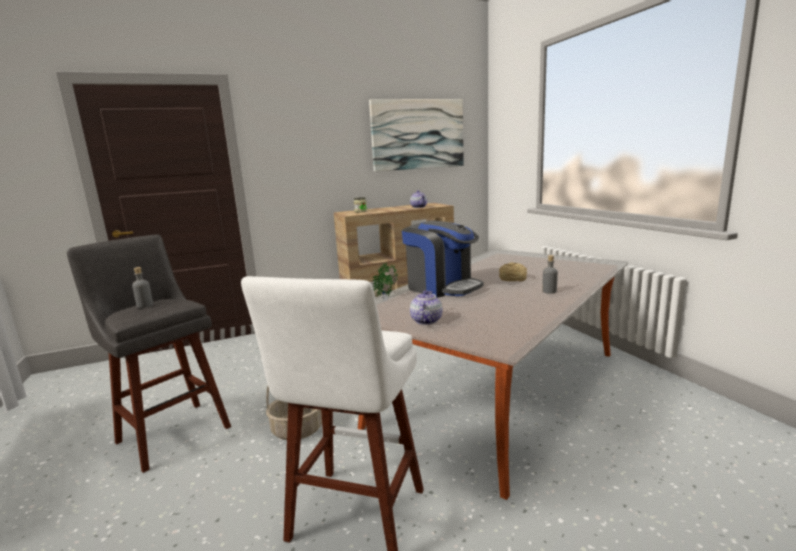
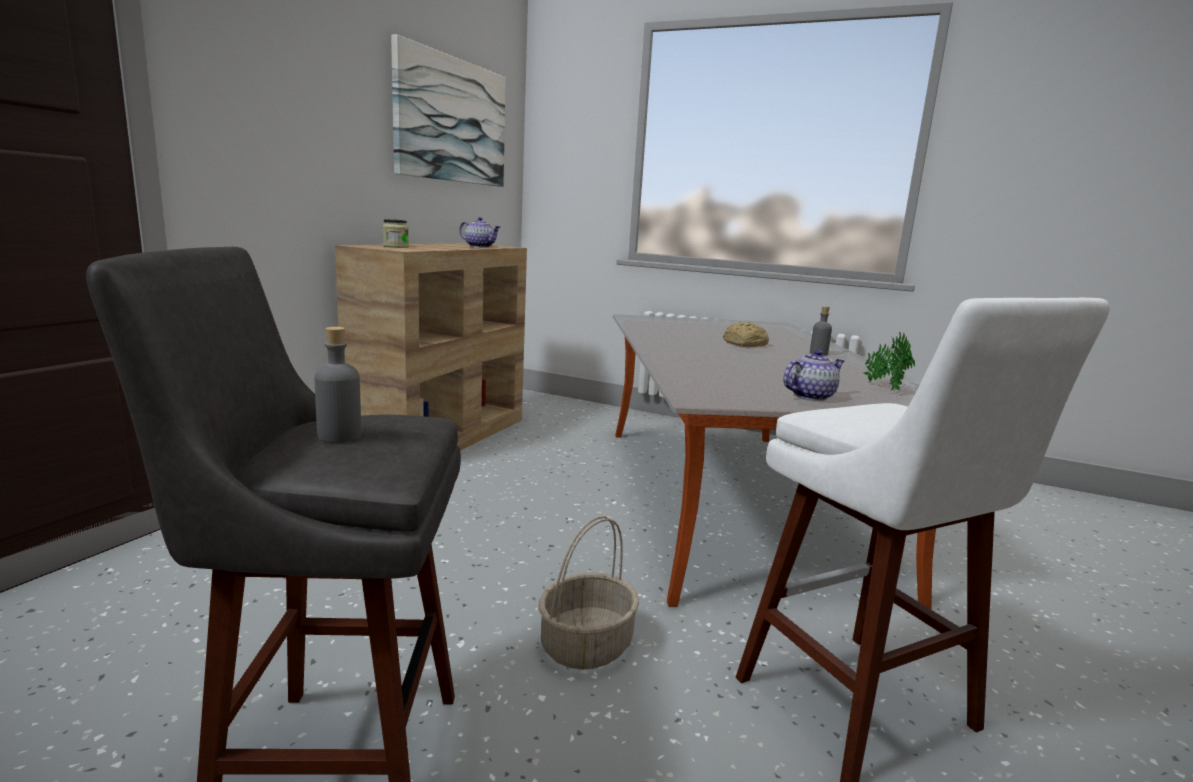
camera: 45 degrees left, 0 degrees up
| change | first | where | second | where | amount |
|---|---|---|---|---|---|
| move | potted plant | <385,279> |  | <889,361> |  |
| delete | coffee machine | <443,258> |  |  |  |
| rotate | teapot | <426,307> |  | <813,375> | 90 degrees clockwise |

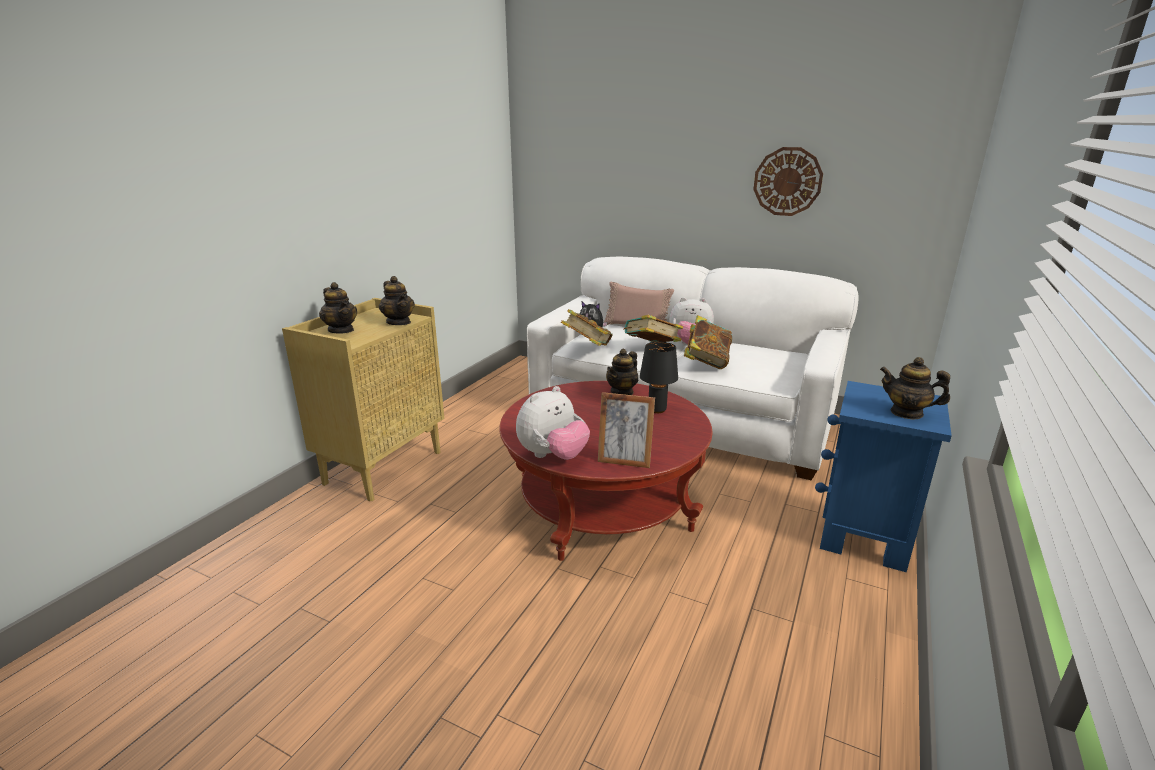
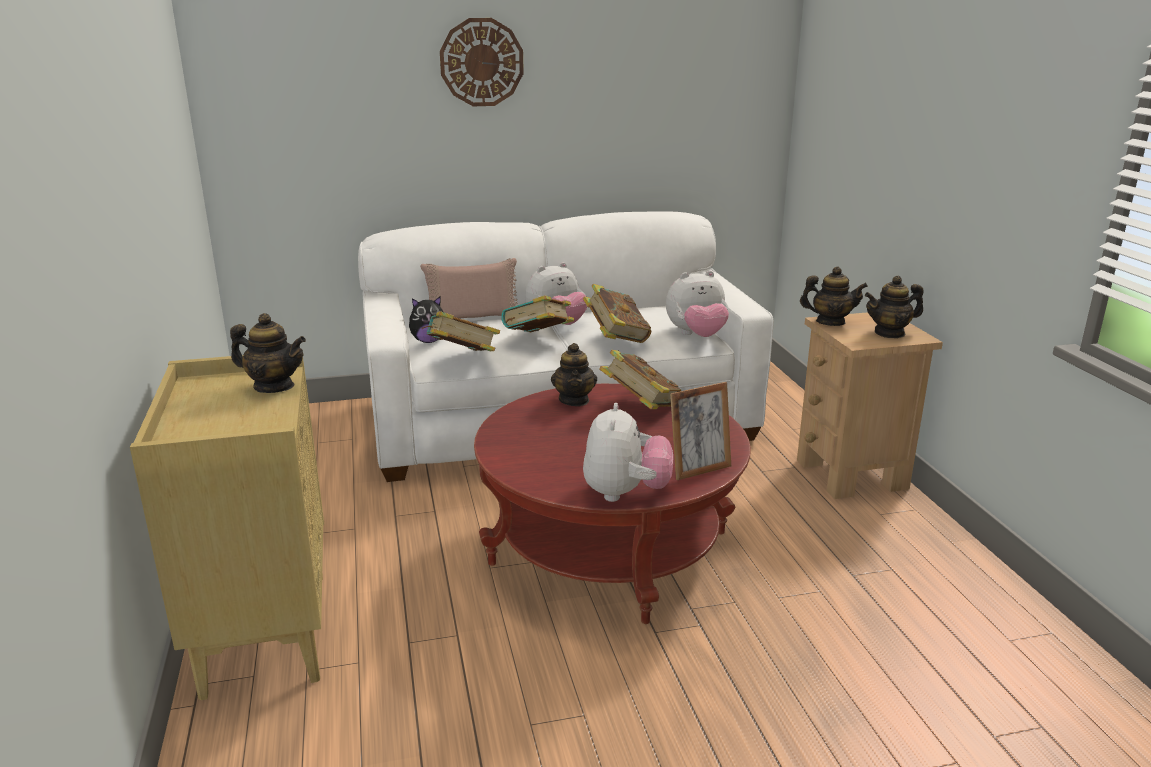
camera: 40 degrees left, 0 degrees up
| change | first | where | second | where | amount |
|---|---|---|---|---|---|
| move | teapot | <338,307> |  | <834,296> |  |
| replace | table lamp (black) | <659,377> | book | <640,379> |  |
| move | wall clock | <788,181> |  | <482,62> |  |
| recolor | nightstand (blue) | <883,476> | nightstand (beige) | <870,405> |  |
| insert |  |  | plush toy | <697,304> |  |

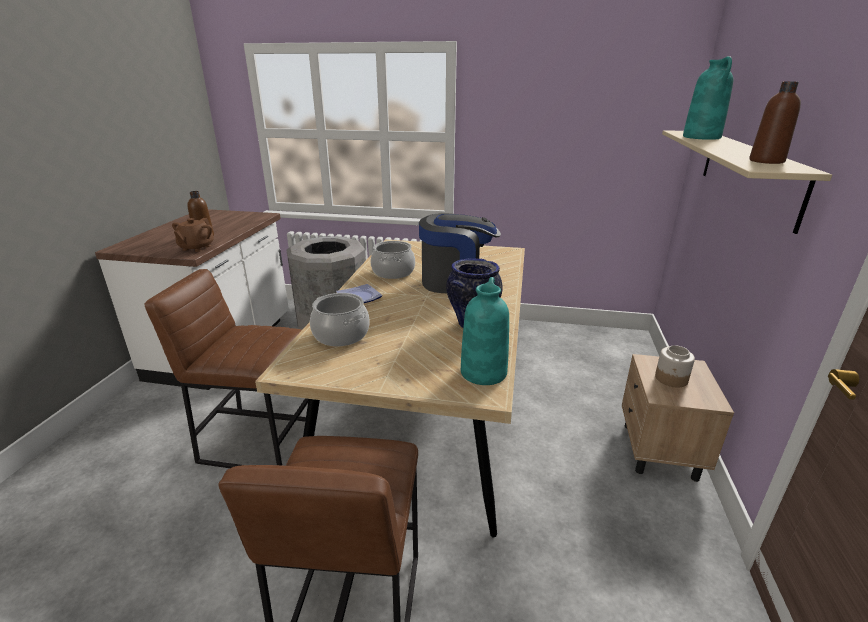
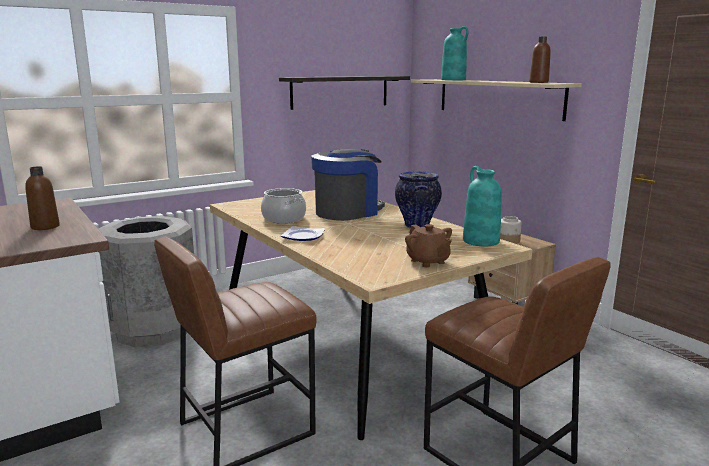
camera: 45 degrees left, 10 degrees down
| change | first | where | second | where | amount |
|---|---|---|---|---|---|
| move | teapot (brown) | <193,235> |  | <428,245> |  |
| delete | cooking pot | <340,319> |  |  |  |
| insert |  |  | shelf | <344,93> |  |

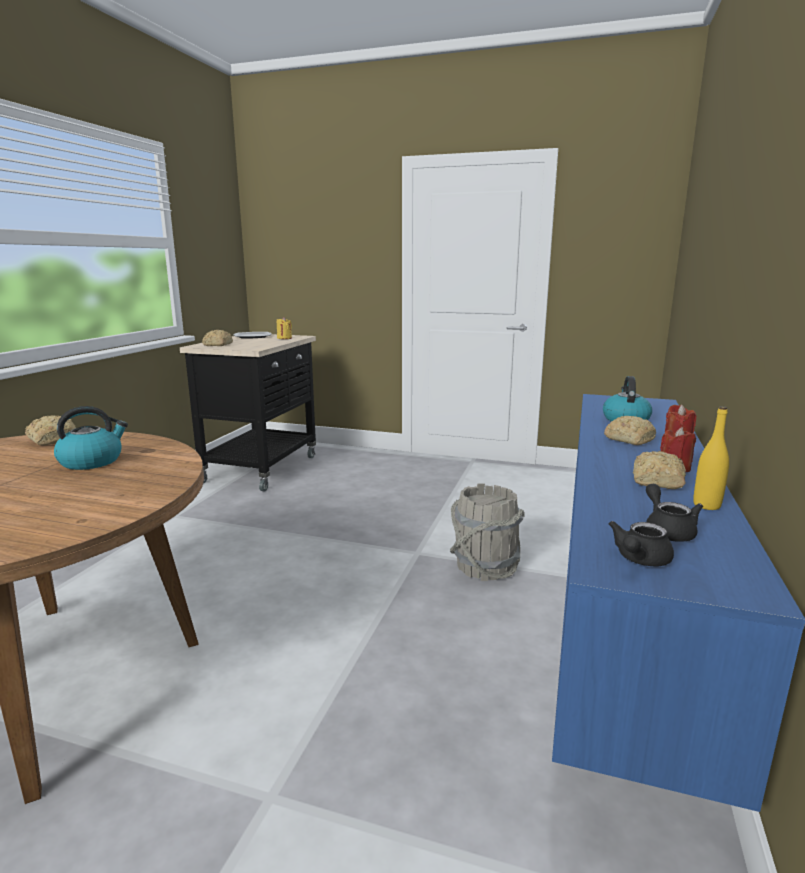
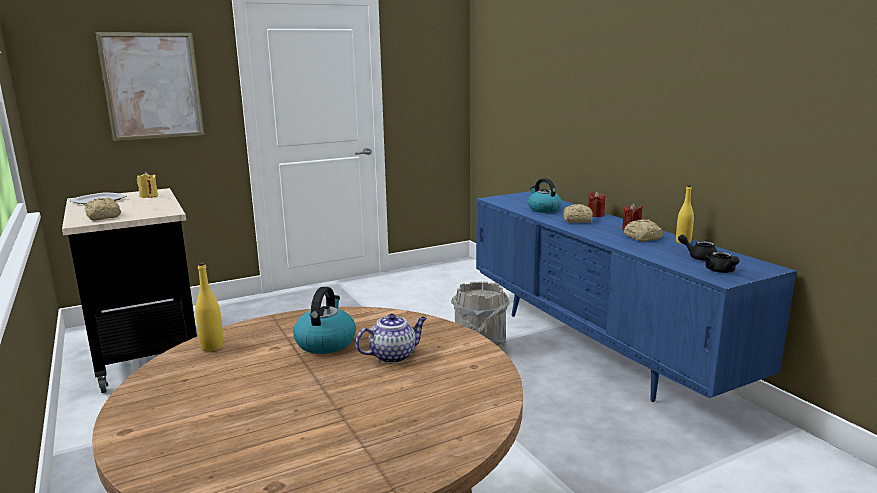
camera: 45 degrees left, 0 degrees up
| change | first | where | second | where | amount |
|---|---|---|---|---|---|
| replace | bread | <50,430> | bottle (yellow) | <209,306> |  |
| insert |  |  | picture | <150,86> |  |
| insert |  |  | teapot | <391,338> |  |

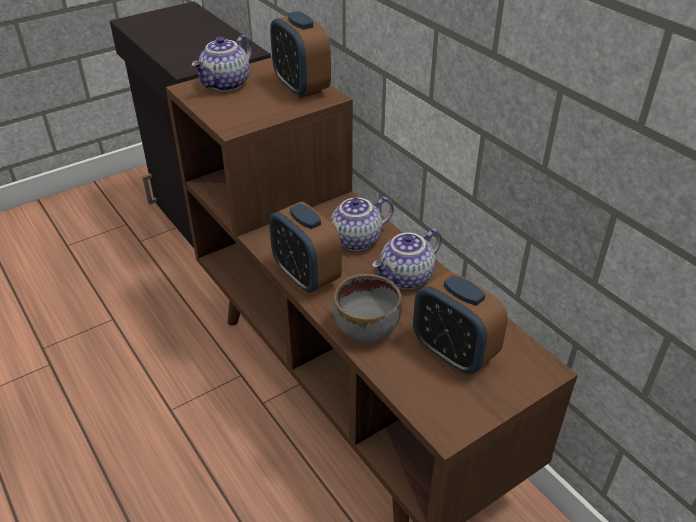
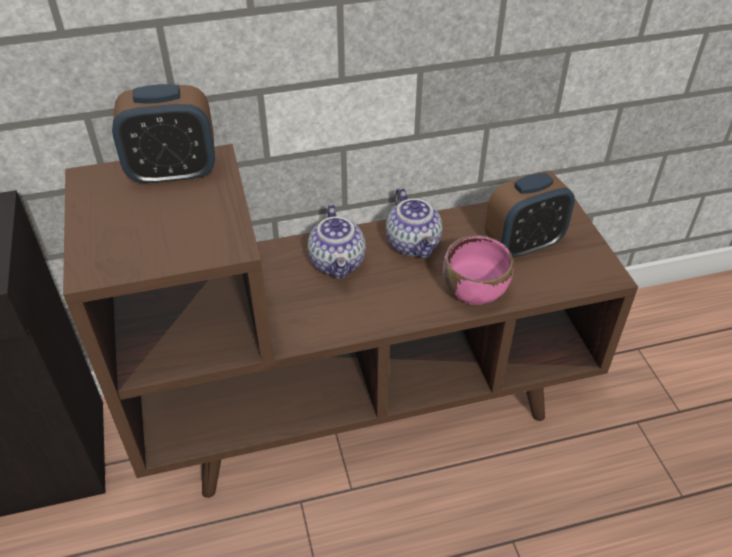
camera: 70 degrees left, 5 degrees up
| change | first | where | second | where | amount |
|---|---|---|---|---|---|
| delete | teapot | <222,63> |  |  |  |
| delete | alarm clock | <305,247> |  |  |  |
| recolor | bowl (grey) | <367,308> | bowl (pink) | <478,270> |  |

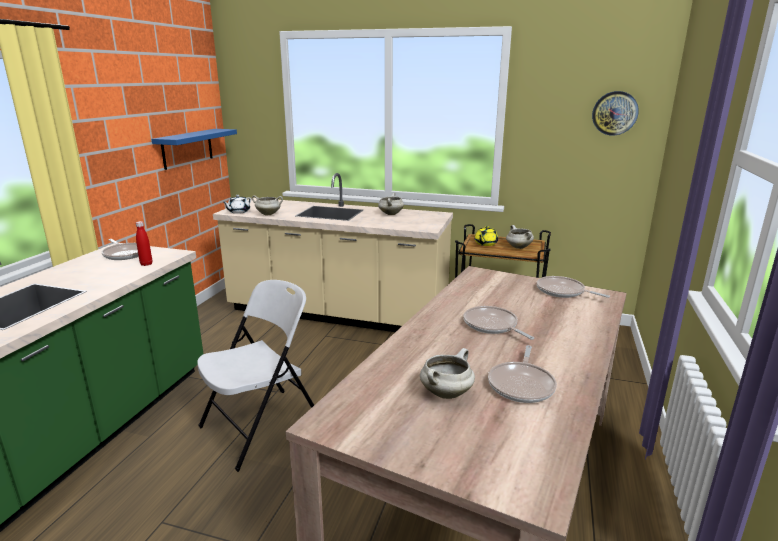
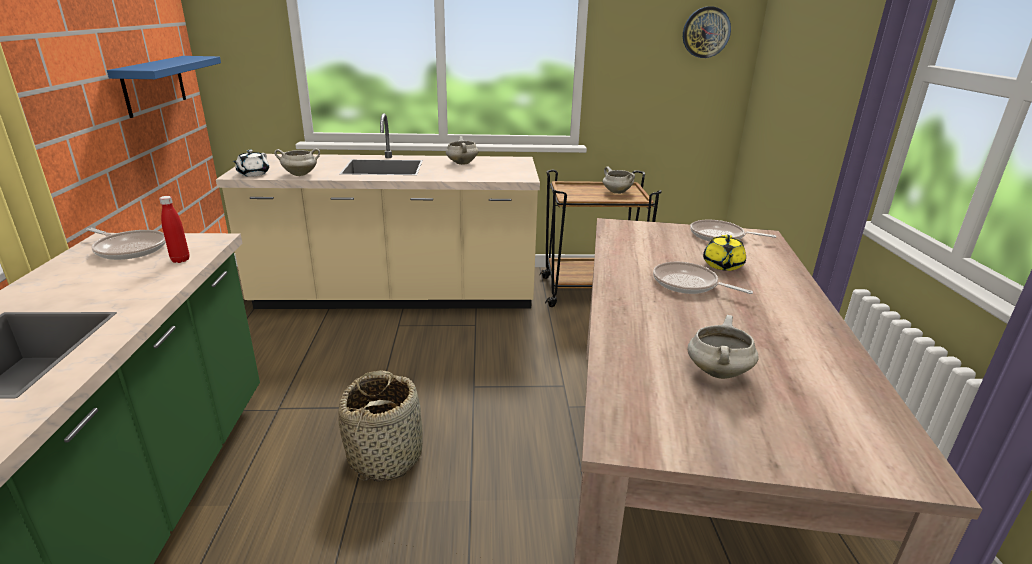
camera: 20 degrees left, 5 degrees up
| change | first | where | second | where | amount |
|---|---|---|---|---|---|
| replace | chair (white) | <255,376> | basket | <380,426> |  |
| move | teapot (yellow) | <486,236> |  | <724,253> |  |
| delete | frying pan | <522,374> |  |  |  |

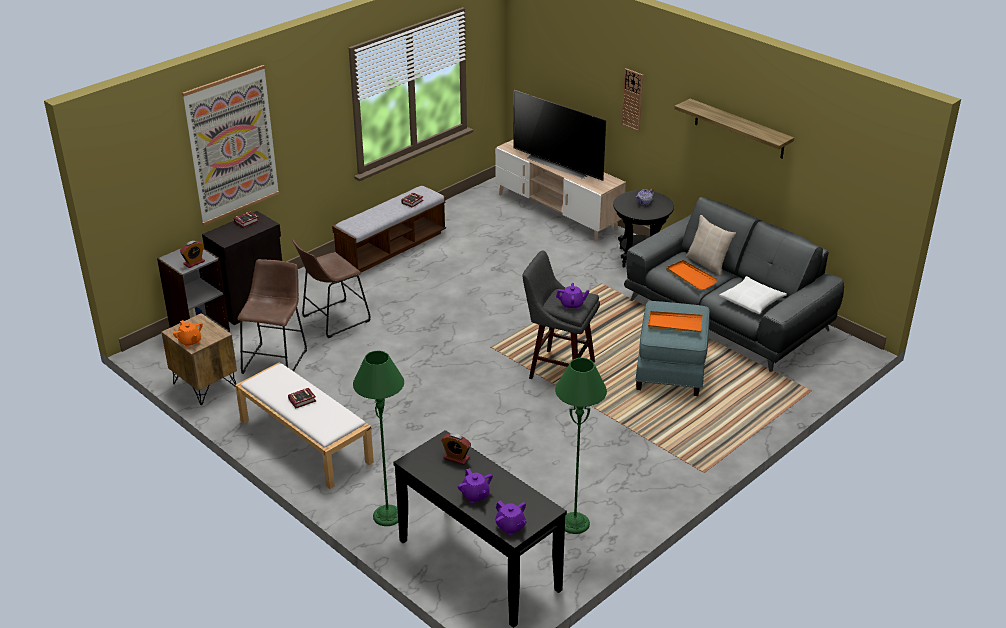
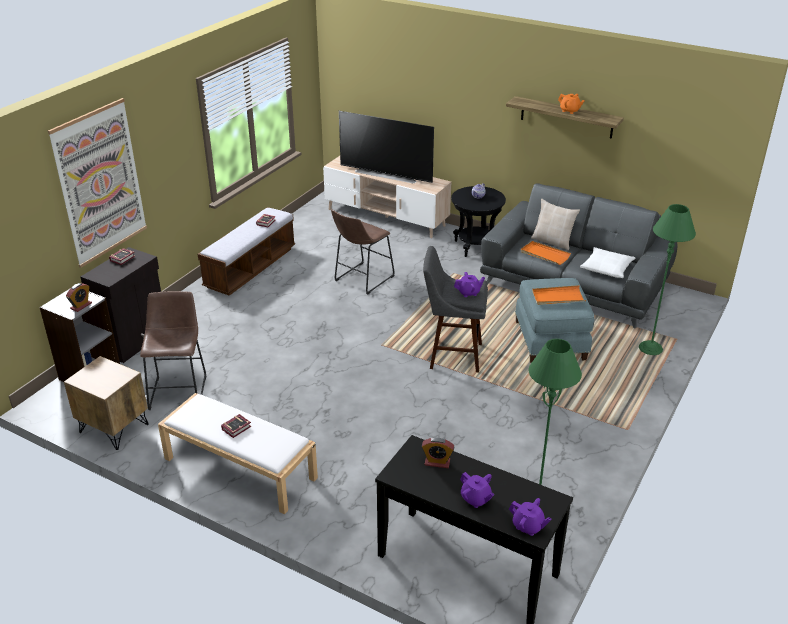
camera: 15 degrees left, 0 degrees up
| change | first | where | second | where | amount |
|---|---|---|---|---|---|
| move | teapot (orange) | <188,333> |  | <571,104> |  |
| move | stool (brown) | <331,288> |  | <363,252> |  |
| move | floor lamp (green) | <378,438> |  | <667,279> |  |
| delete | wall clock | <632,100> |  |  |  |

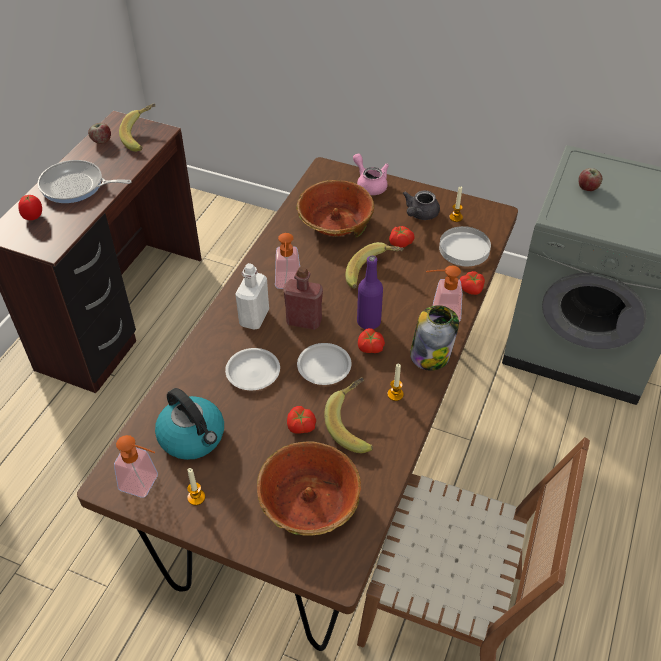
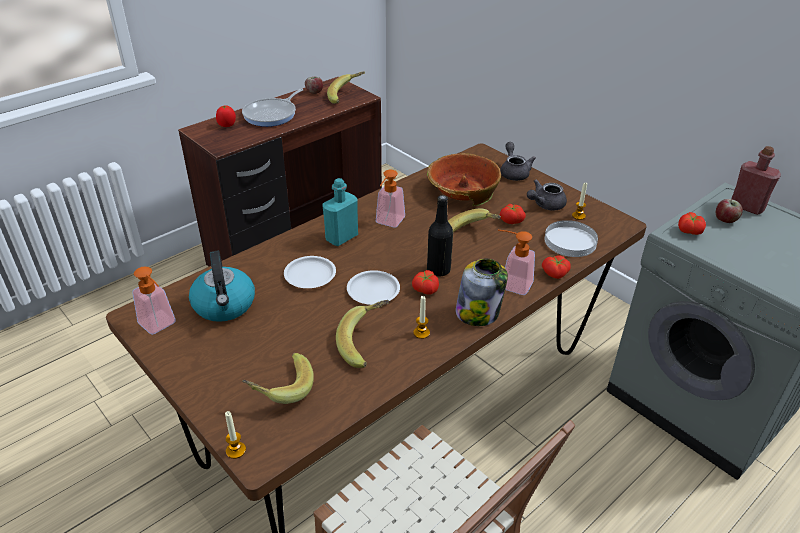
camera: 25 degrees right, 10 degrees down
| change | first | where | second | where | amount |
|---|---|---|---|---|---|
| rotate | frying pan | <85,181> |  | <273,108> | 90 degrees counterclockwise |
| move | candle | <196,486> |  | <235,435> |  |
| recolor | bottle (white) | <252,296> | bottle (turquoise) | <340,212> |  |
| replace | bowl | <309,488> | banana | <278,378> |  |
| move | bottle (red) | <303,298> |  | <756,180> |  |
| move | tomato | <301,420> |  | <692,223> |  |
| recolor | teapot (pink) | <371,174> | teapot (grey) | <518,161> |  |
| recolor | bottle (purple) | <370,292> | bottle (black) | <440,236> |  |

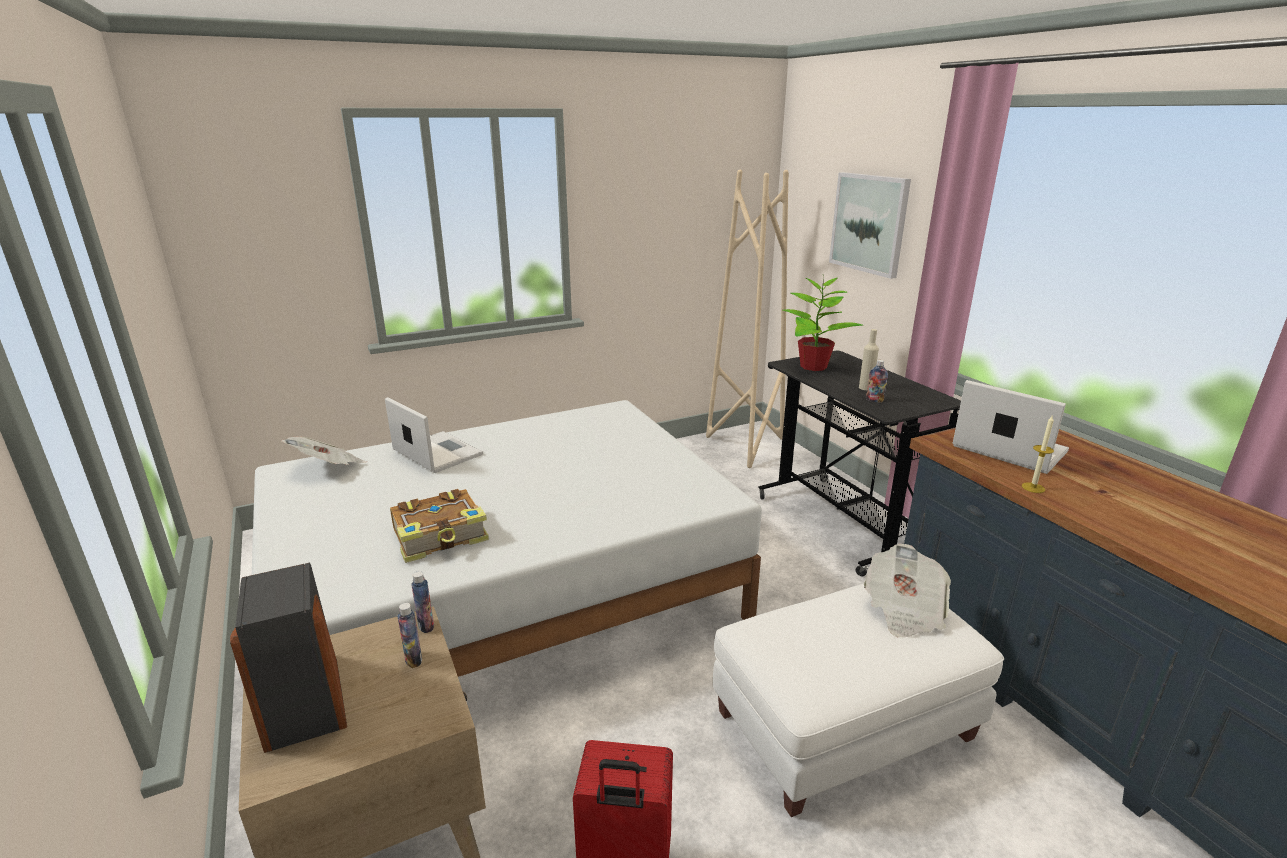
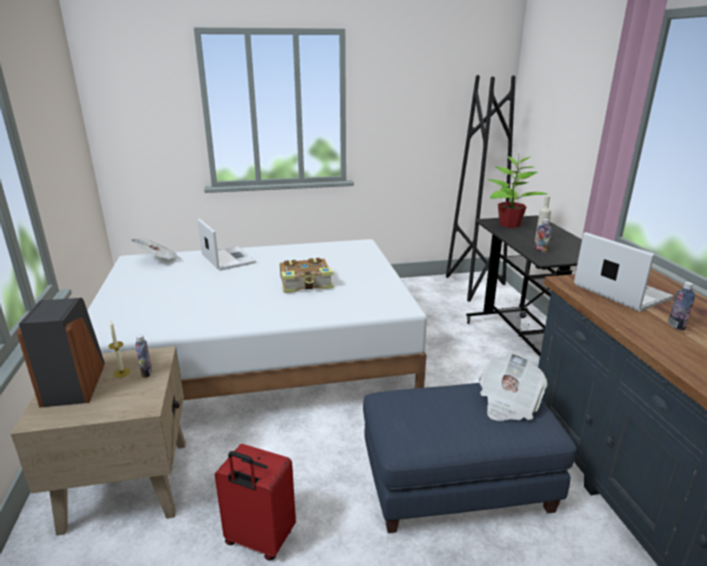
camera: 15 degrees right, 0 degrees up
| change | first | where | second | where | amount |
|---|---|---|---|---|---|
| move | book | <439,526> |  | <307,275> |  |
| move | bottle | <422,602> |  | <681,306> |  |
| recolor | clothes rack (beige) | <747,319> | clothes rack (black) | <480,188> |  |
| recolor | ottoman (white) | <858,700> | ottoman (blue) | <470,458> |  |
| delete | picture | <870,225> |  |  |  |
| move | candle | <1038,454> |  | <119,349> |  |

